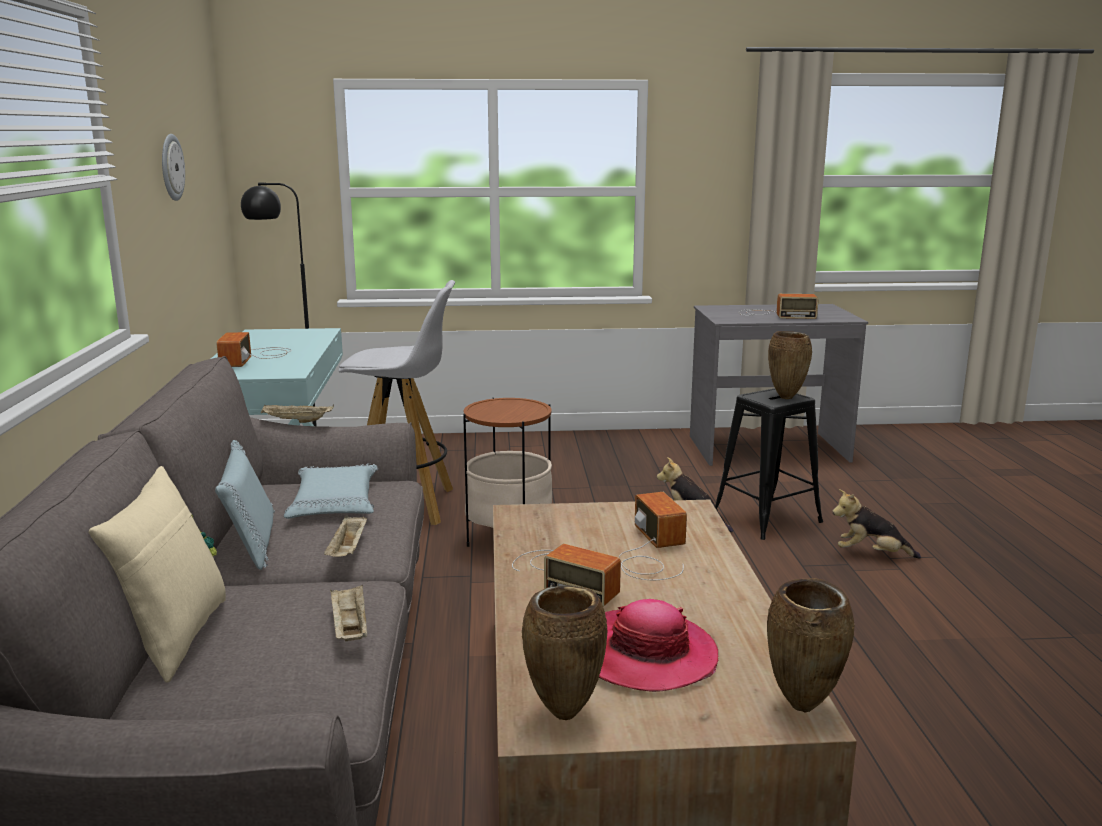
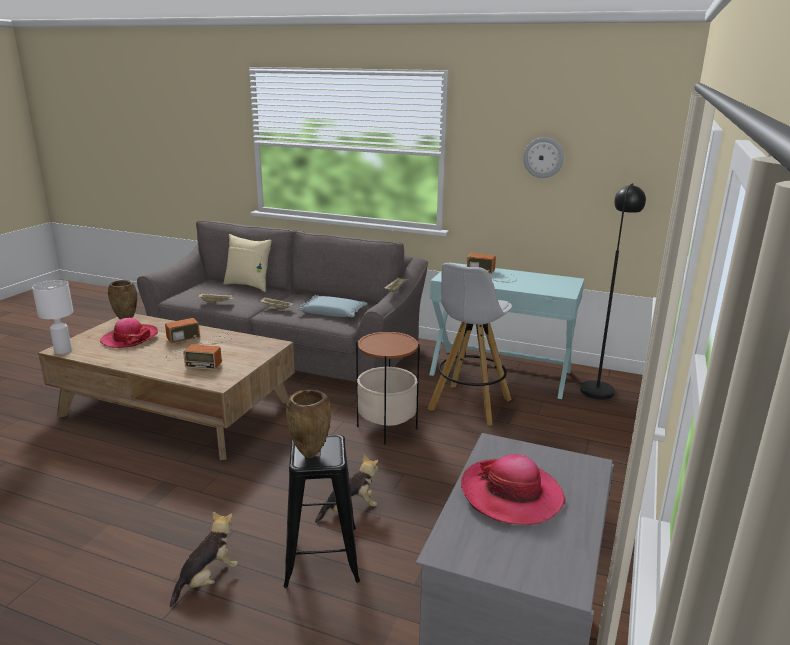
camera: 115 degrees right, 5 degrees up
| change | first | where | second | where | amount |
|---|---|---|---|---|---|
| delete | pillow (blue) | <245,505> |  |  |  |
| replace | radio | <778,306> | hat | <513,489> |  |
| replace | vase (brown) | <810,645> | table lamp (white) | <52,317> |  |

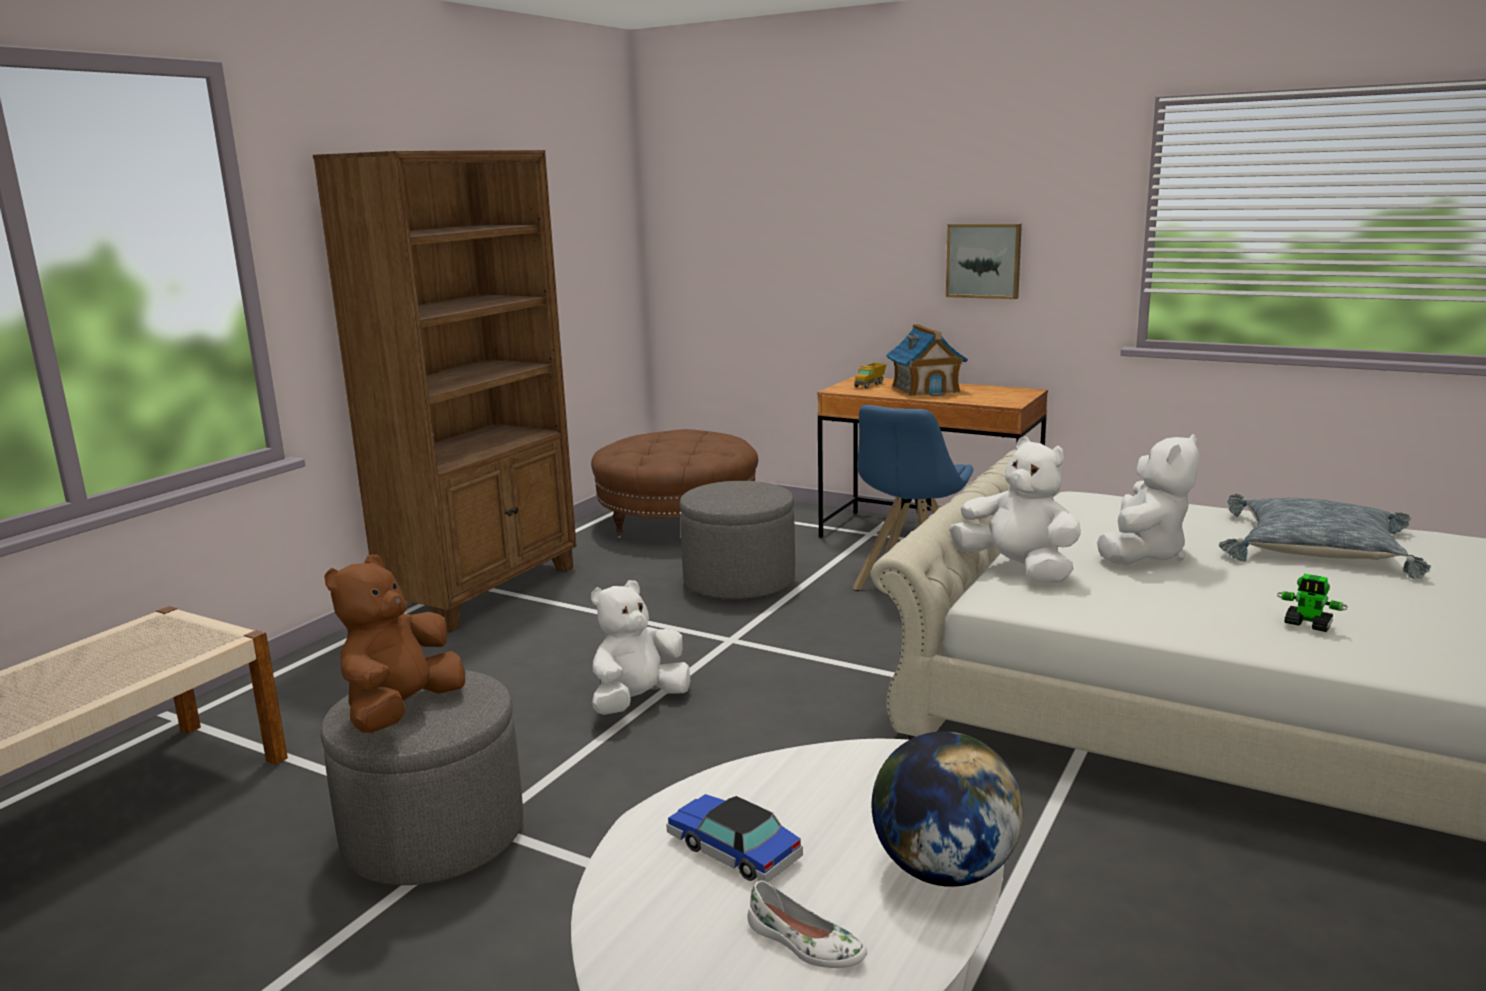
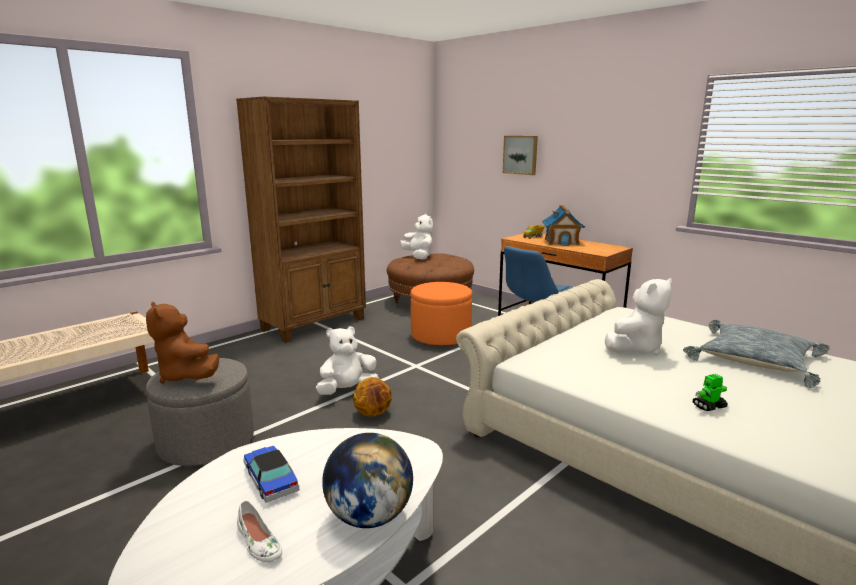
camera: 15 degrees right, 0 degrees up
| change | first | where | second | where | amount |
|---|---|---|---|---|---|
| rotate | plush toy (brown) | <394,643> |  | <182,343> | 75 degrees counterclockwise |
| recolor | ottoman (grey) | <737,540> | ottoman (orange) | <441,313> |  |
| move | picture | <984,261> |  | <520,155> |  |
| move | plush toy (white) | <1015,510> |  | <416,236> |  |
| rotate | toy robot | <1312,603> |  | <710,392> | 105 degrees clockwise |
| insert |  |  | basketball | <372,396> |  |

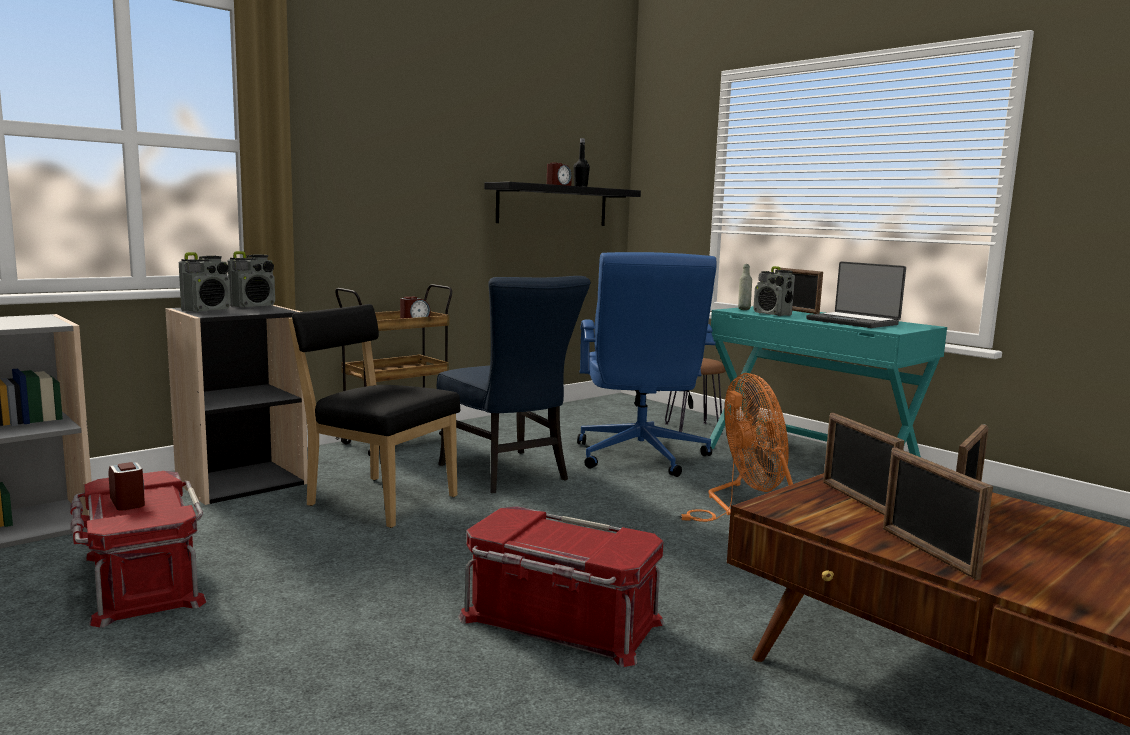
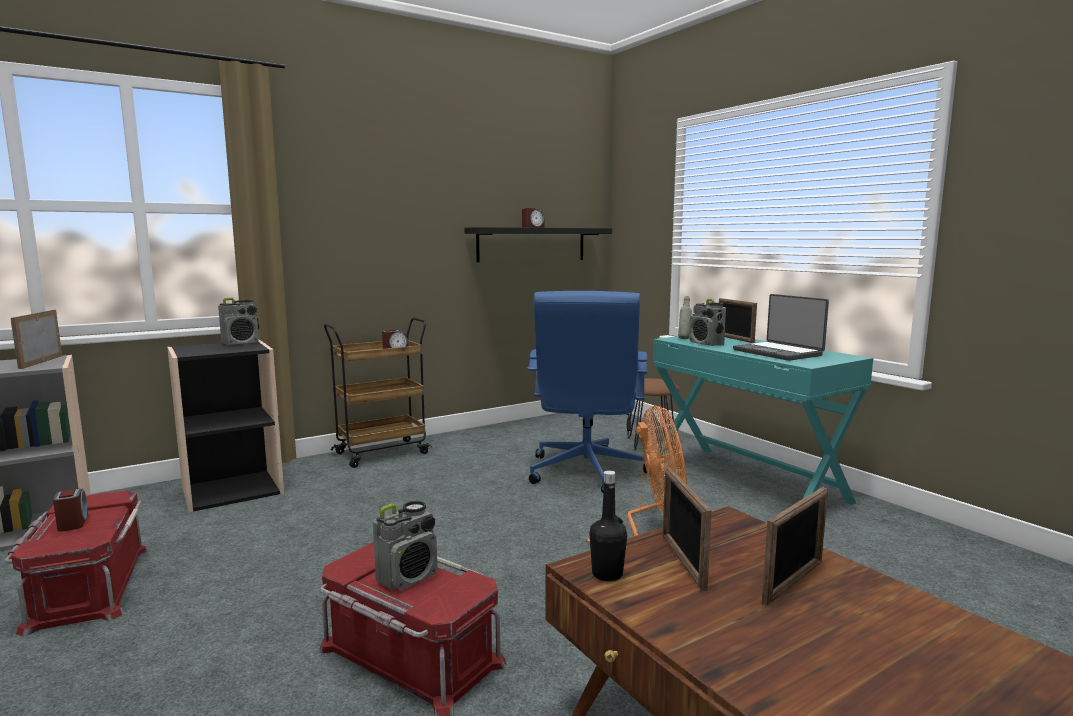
camera: 10 degrees right, 0 degrees up
| change | first | where | second | where | amount |
|---|---|---|---|---|---|
| move | radio | <205,282> |  | <405,545> |  |
| delete | chair (black) | <374,416> |  |  |  |
| delete | chair (blue) | <514,384> |  |  |  |
| move | bottle (black) | <581,162> |  | <608,526> |  |
| move | picture frame | <938,514> |  | <36,339> |  |

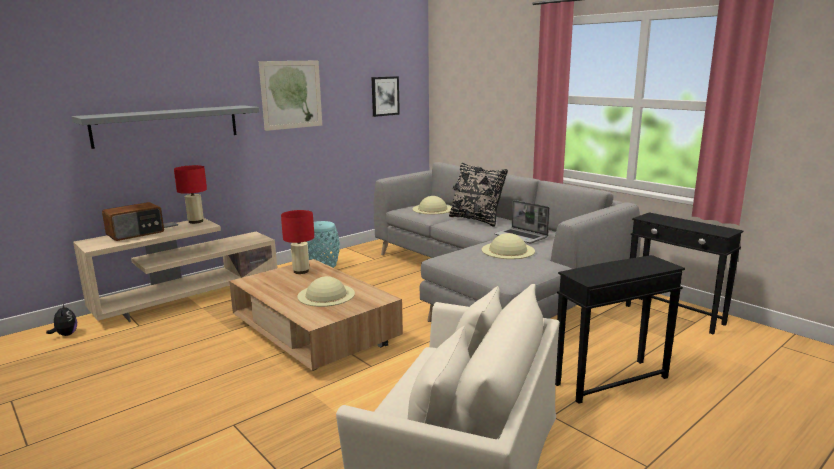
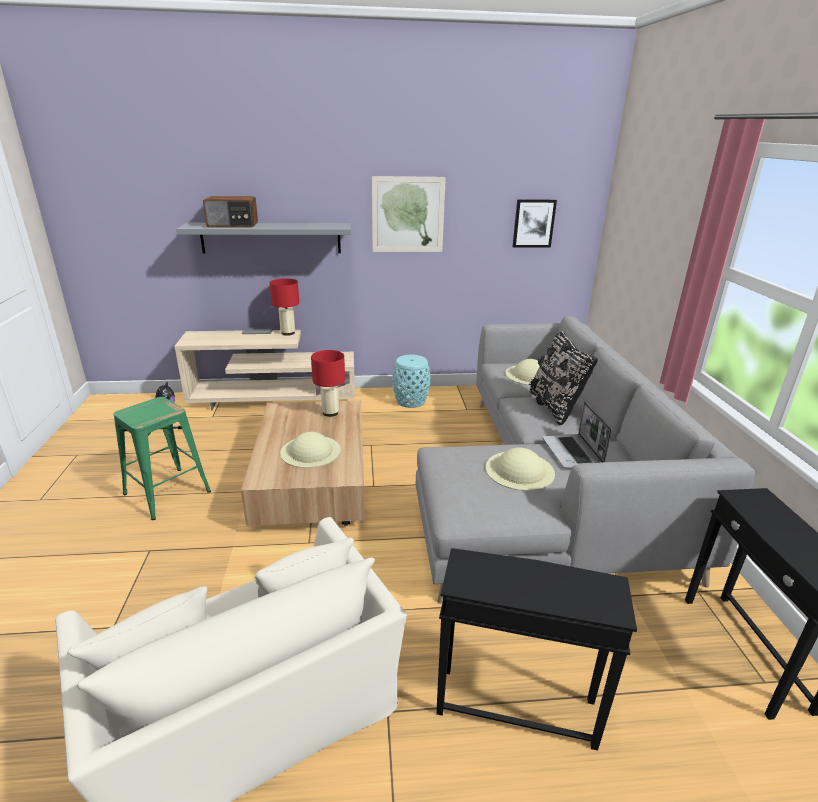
camera: 35 degrees right, 10 degrees up
| change | first | where | second | where | amount |
|---|---|---|---|---|---|
| move | radio | <133,221> |  | <230,212> |  |
| insert |  |  | stool (green) | <162,458> |  |

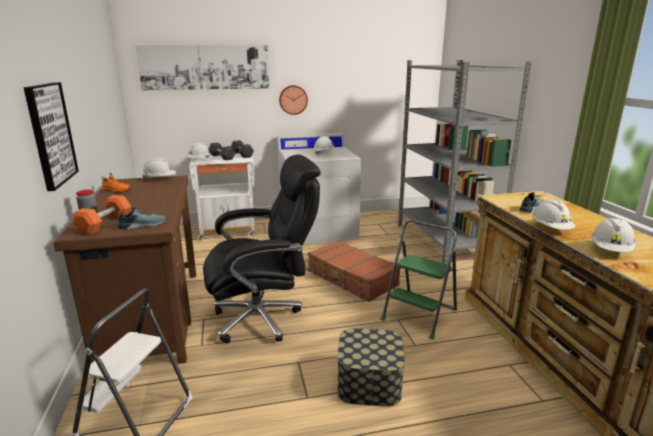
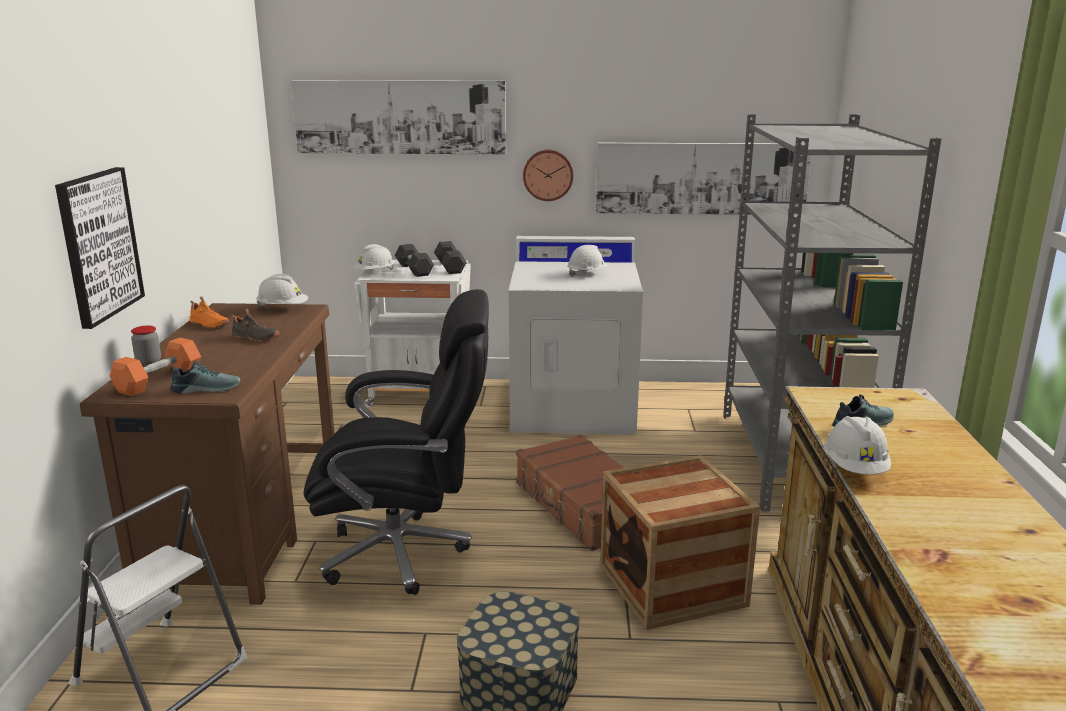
camera: 15 degrees right, 0 degrees up
| change | first | where | second | where | amount |
|---|---|---|---|---|---|
| replace | step ladder (green) | <418,280> | crate | <680,542> |  |
| delete | hard hat (white) | <613,234> |  |  |  |
| insert |  |  | shoe (black) | <256,325> |  |
| insert |  |  | picture | <703,179> |  |

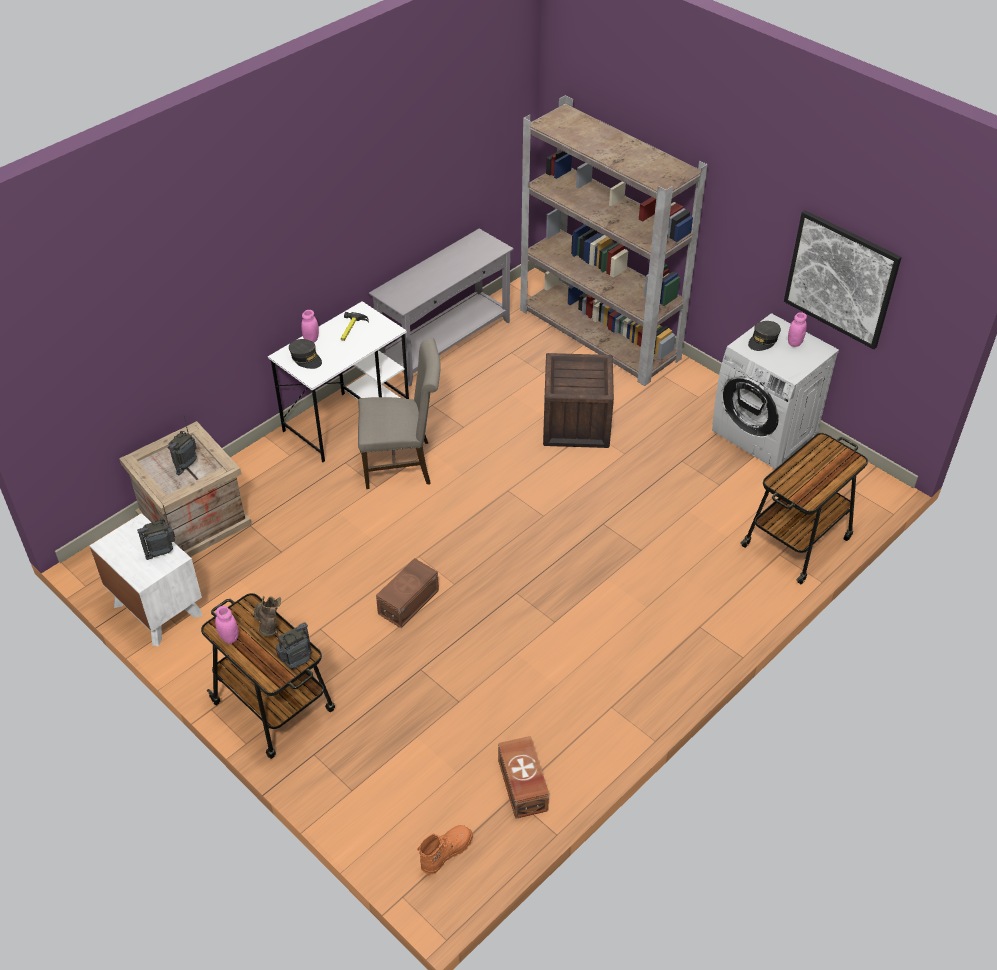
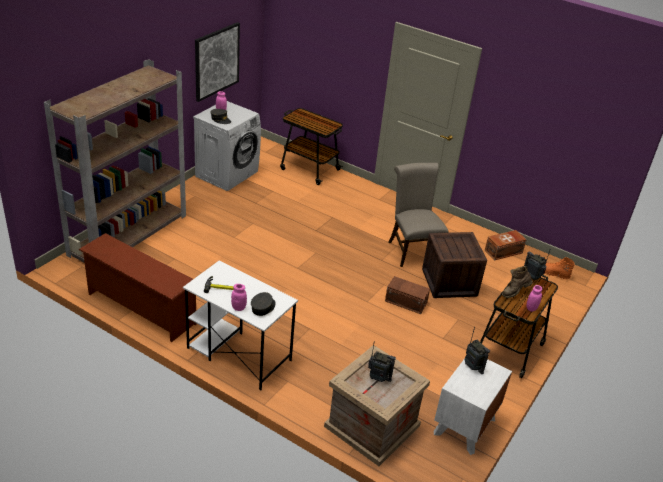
camera: 105 degrees left, 10 degrees down
| change | first | where | second | where | amount |
|---|---|---|---|---|---|
| move | chair (beige) | <399,413> |  | <418,215> |  |
| replace | console table (grey) | <441,307> | shoe rack (brown) | <138,287> |  |
| move | crate | <578,400> |  | <454,265> |  |

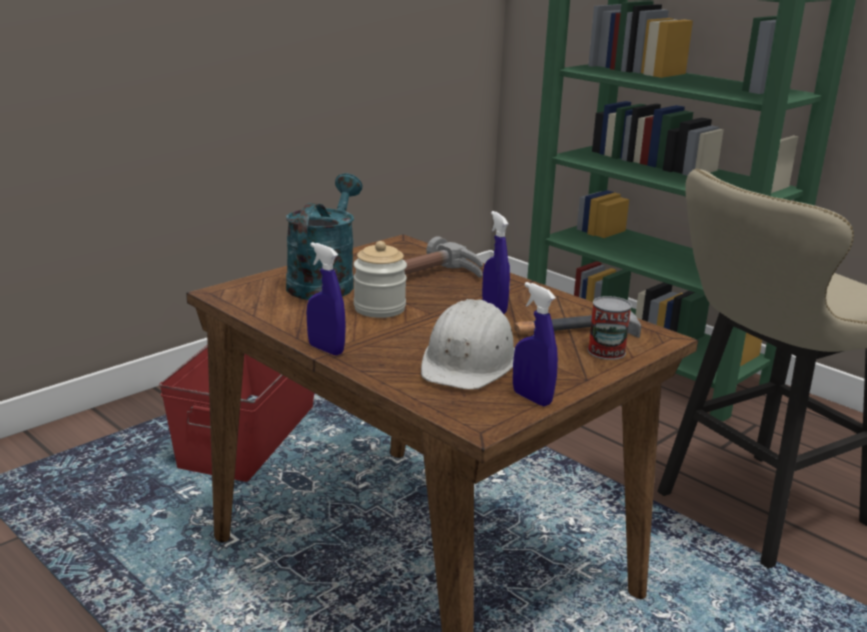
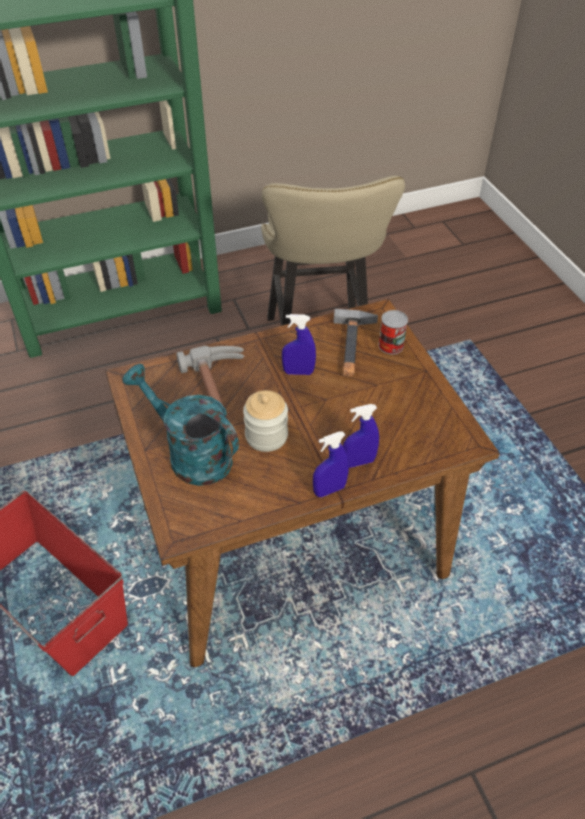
camera: 65 degrees left, 25 degrees up
| change | first | where | second | where | amount |
|---|---|---|---|---|---|
| delete | hard hat (white) | <468,344> |  |  |  |
| move | spray bottle (blue) | <535,344> |  | <361,436> |  |

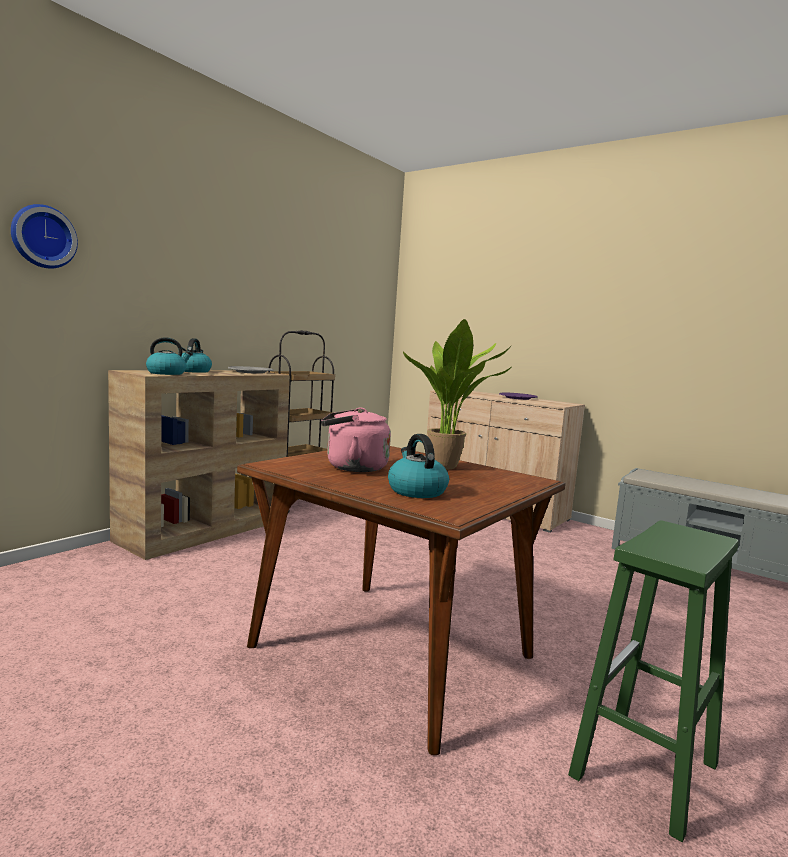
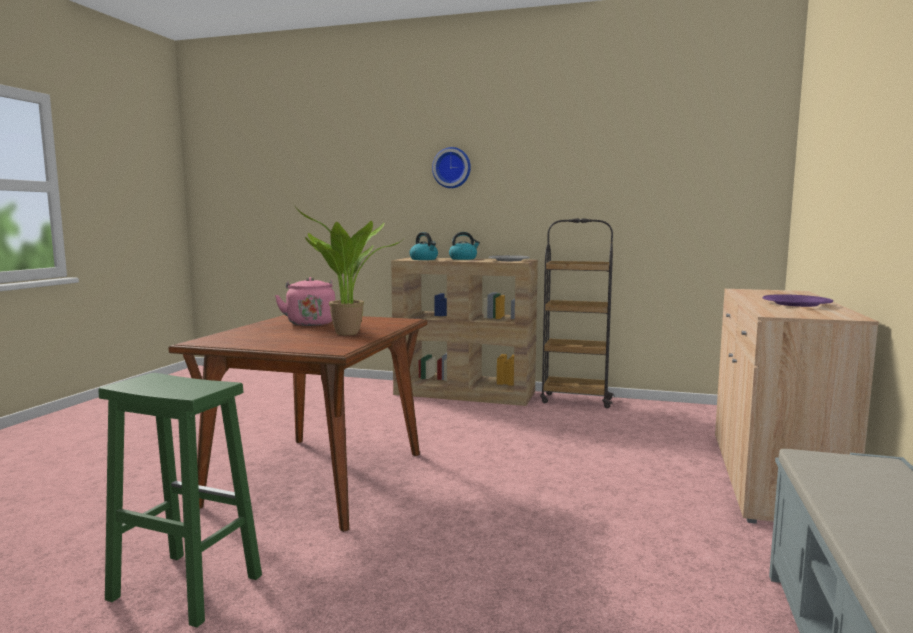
camera: 70 degrees right, 0 degrees up
| change | first | where | second | where | amount |
|---|---|---|---|---|---|
| move | wall clock | <44,236> |  | <451,167> |  |
| delete | kettle | <418,466> |  |  |  |

